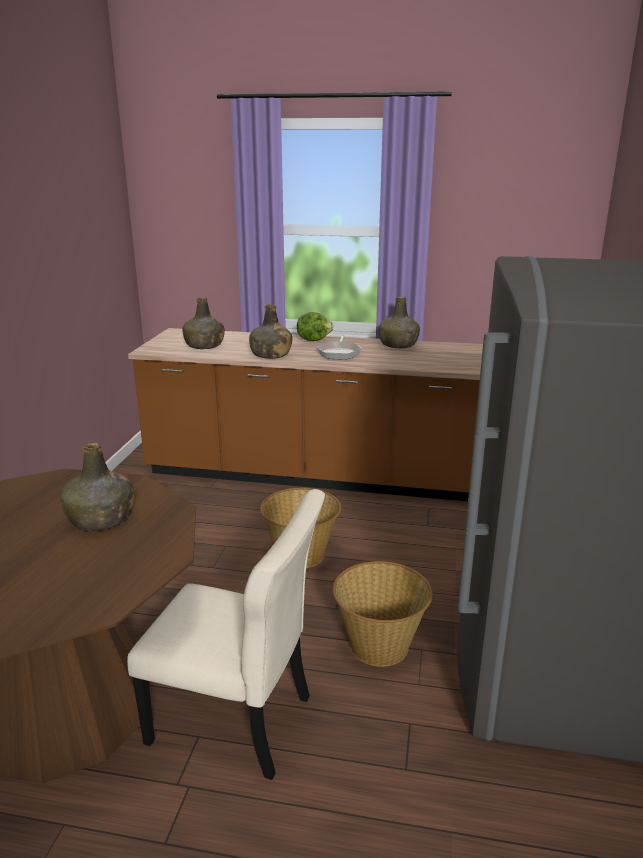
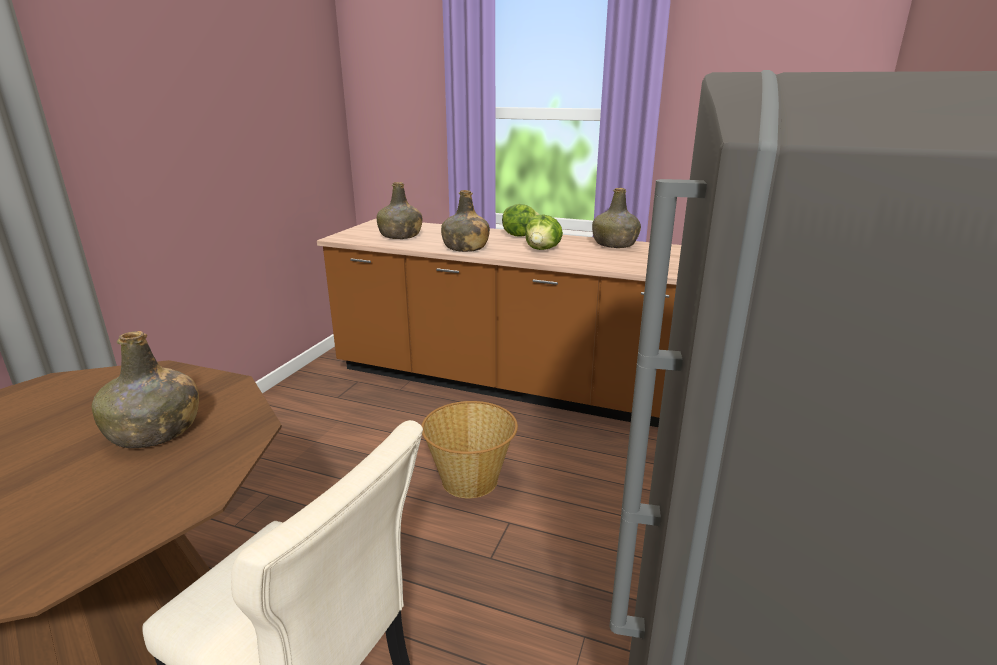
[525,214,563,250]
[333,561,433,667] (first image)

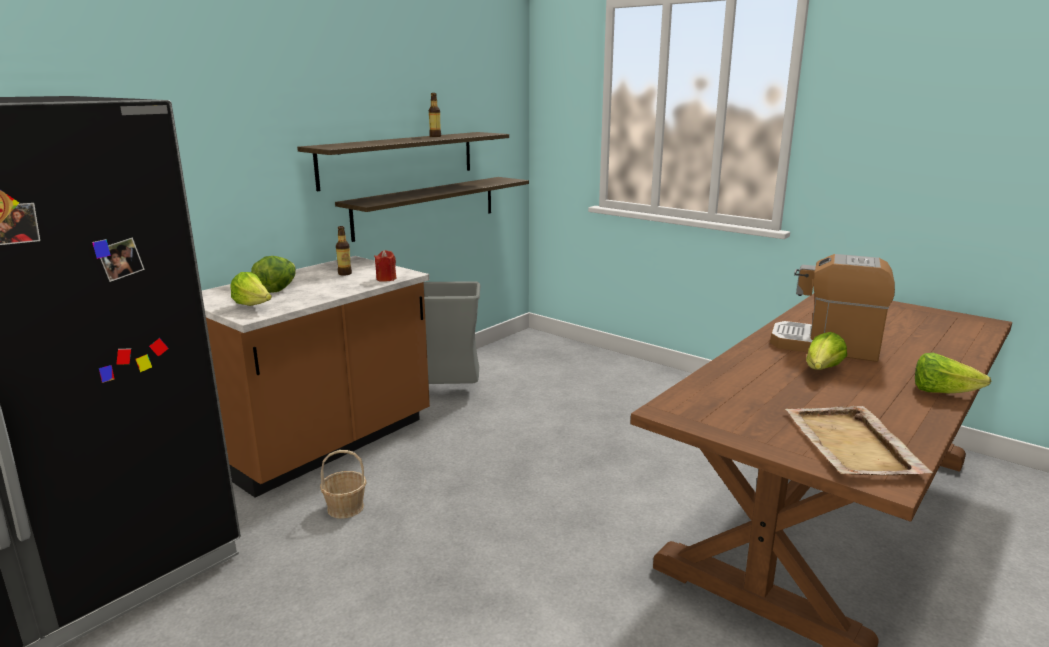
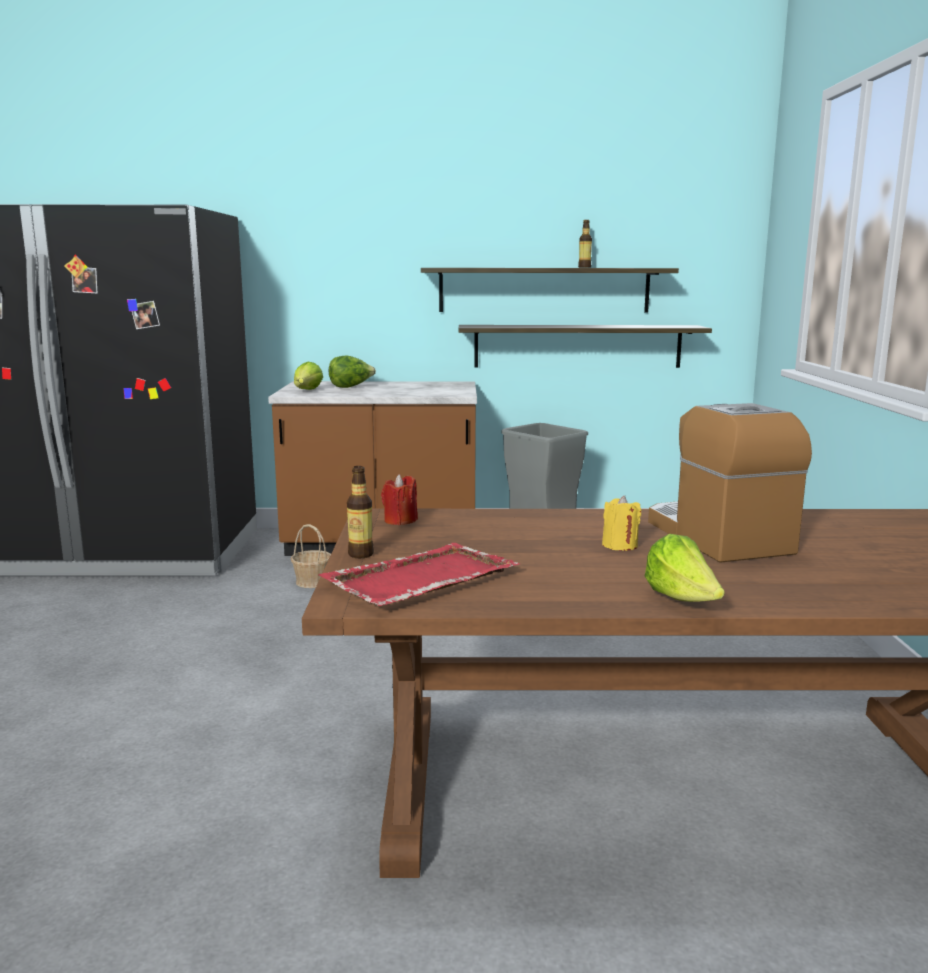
[318,543,520,606]
[347,466,374,558]
[381,474,418,525]
[602,496,641,551]

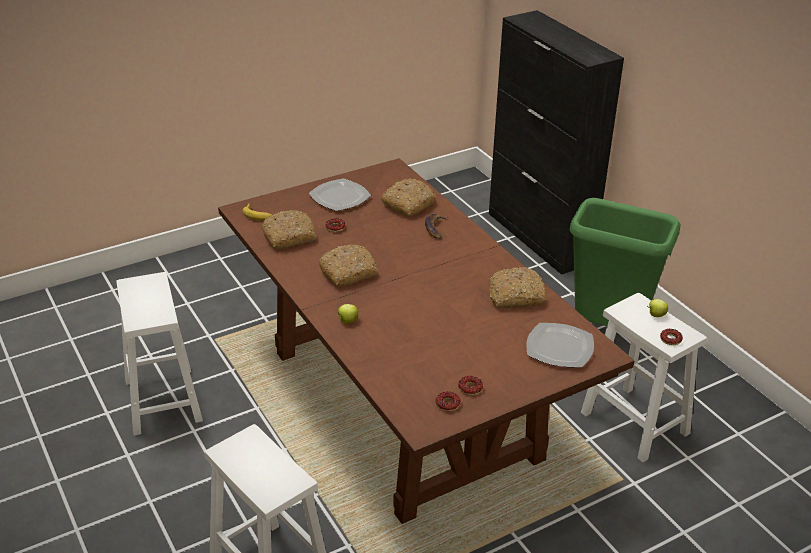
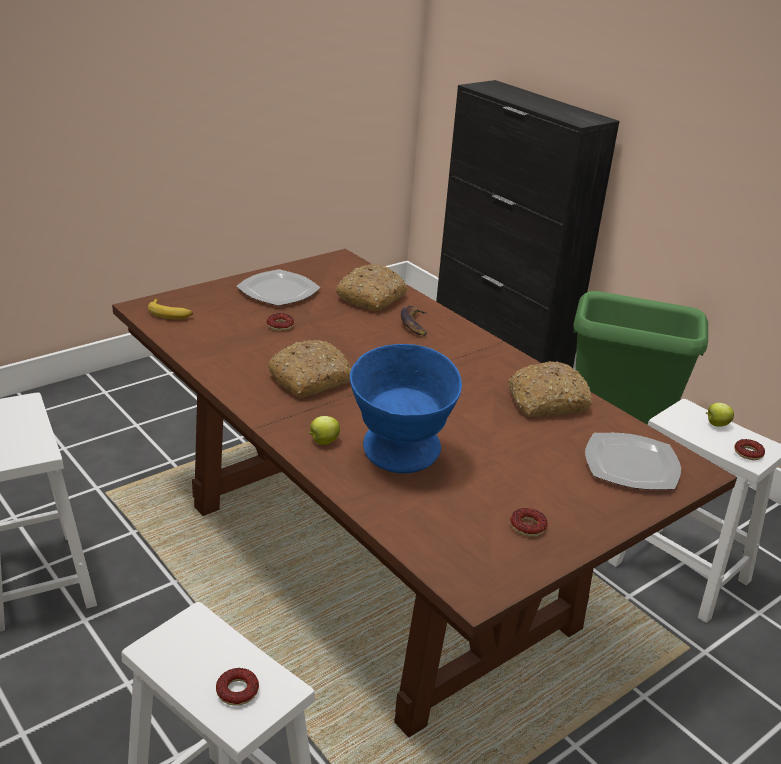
[216,668,259,706]
[350,344,462,473]
[262,210,316,249] (first image)

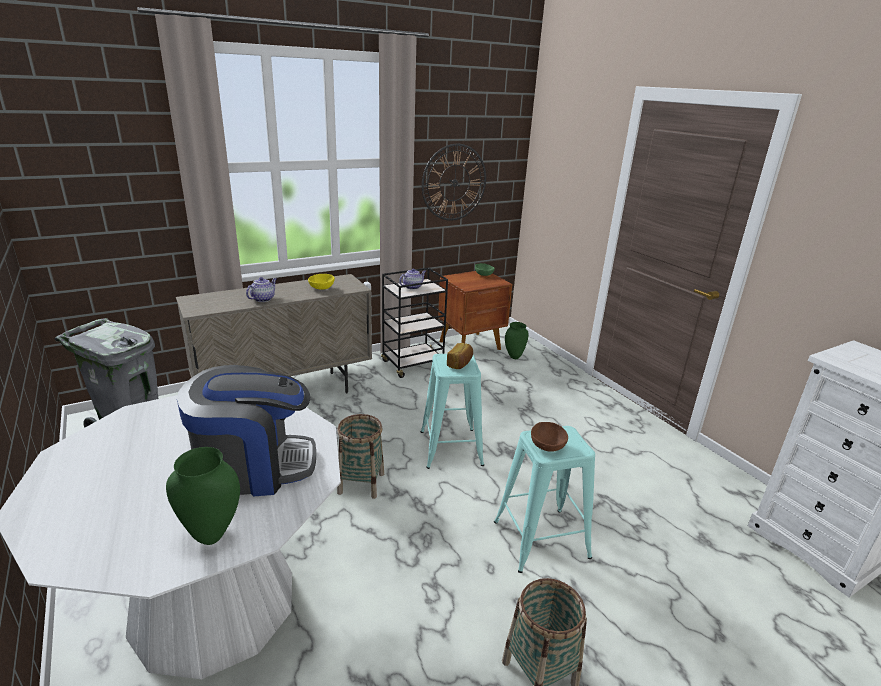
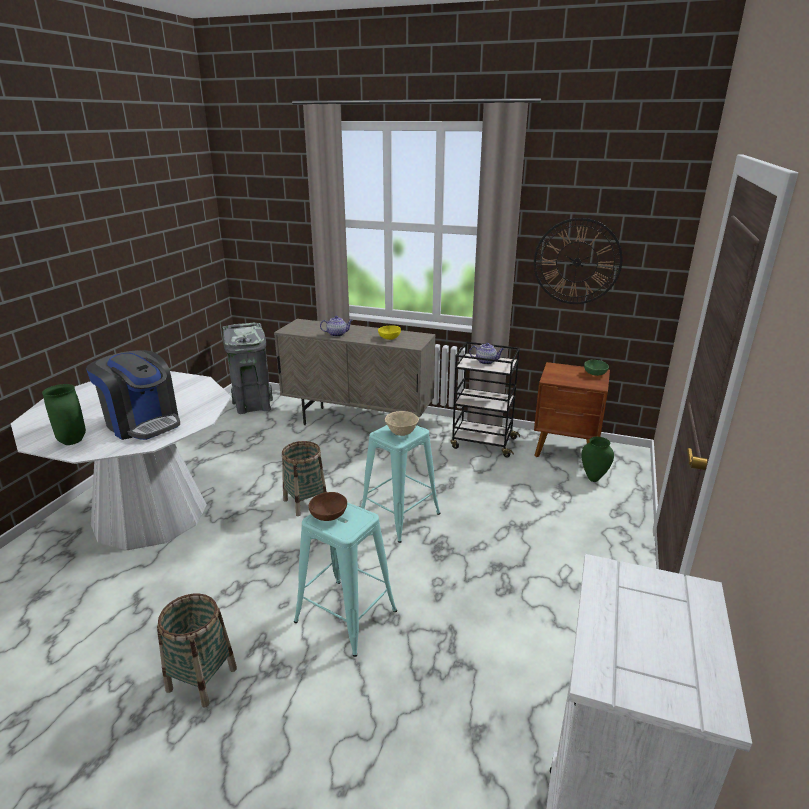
[385,411,419,436]

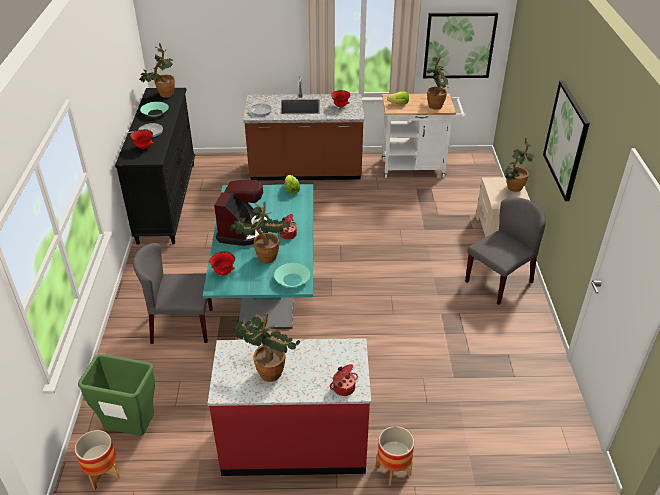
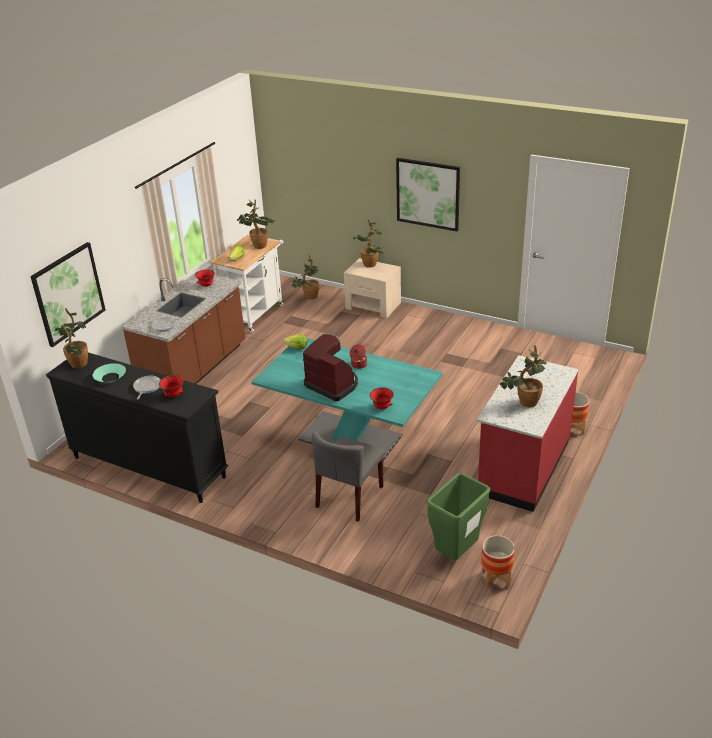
[30,242,105,347]
[292,254,319,300]
[274,263,310,287] (first image)
[330,364,358,396] (first image)
[465,198,546,305] (first image)

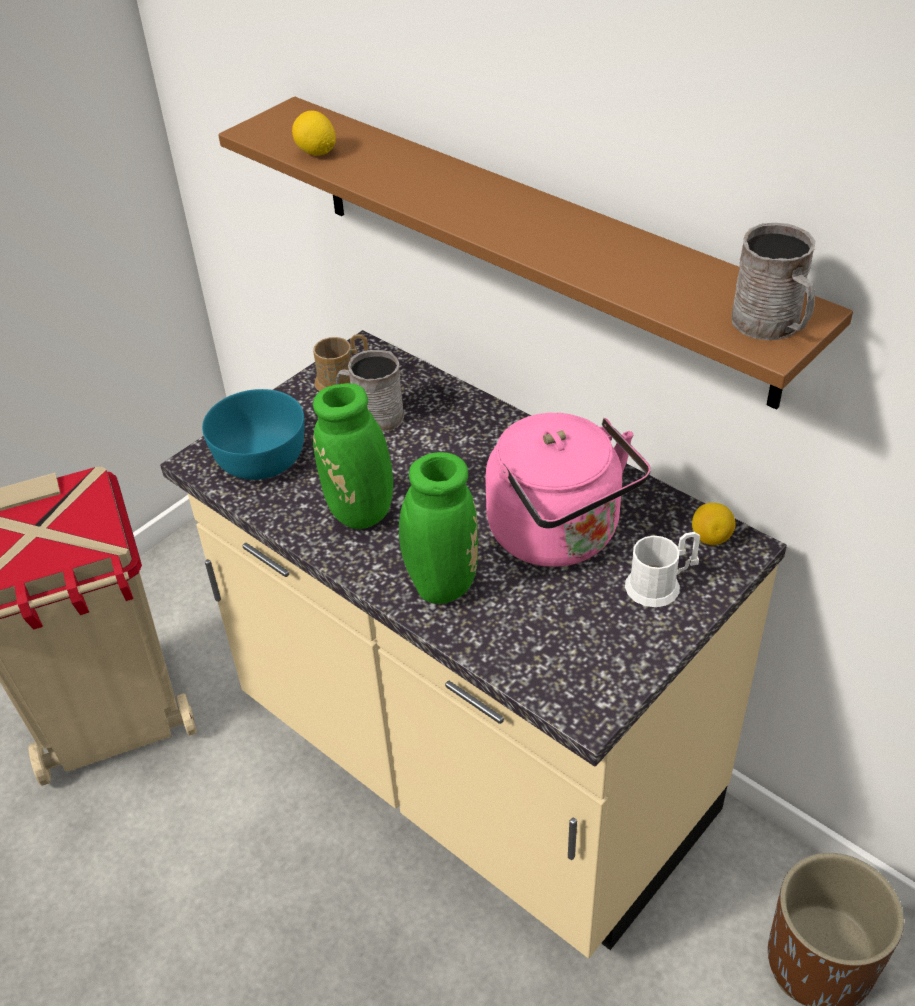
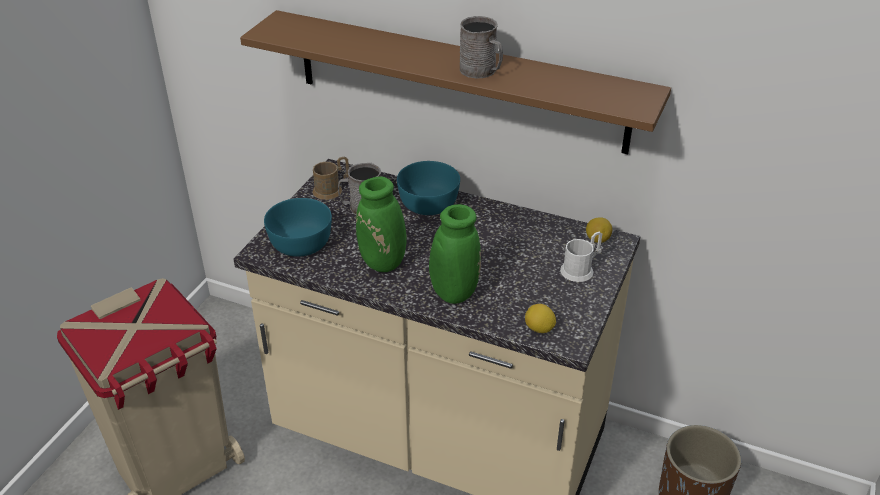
[397,161,460,215]
[460,16,503,78]
[525,304,556,333]
[485,413,651,567] (first image)

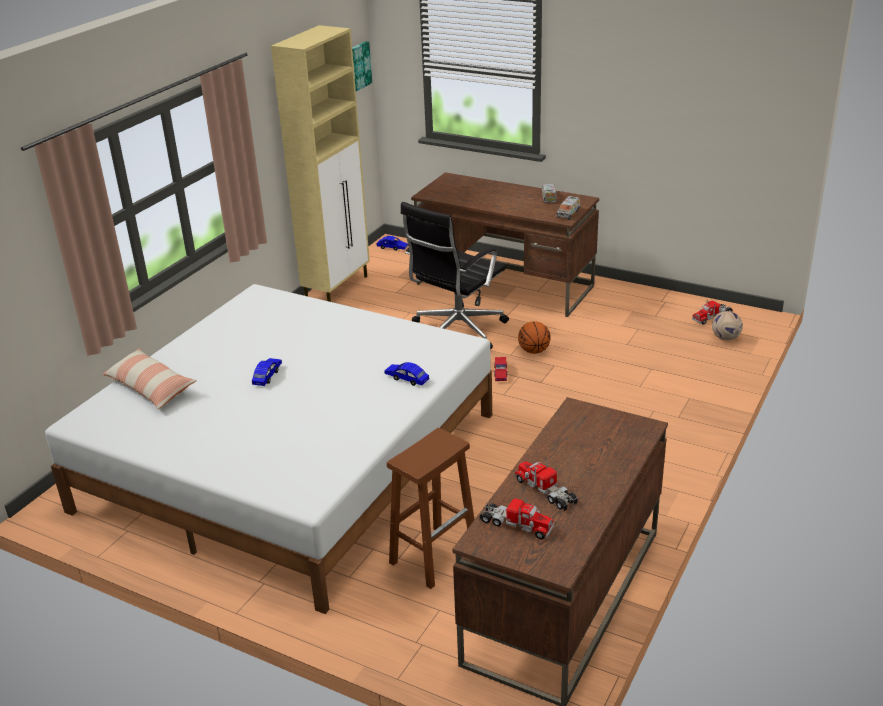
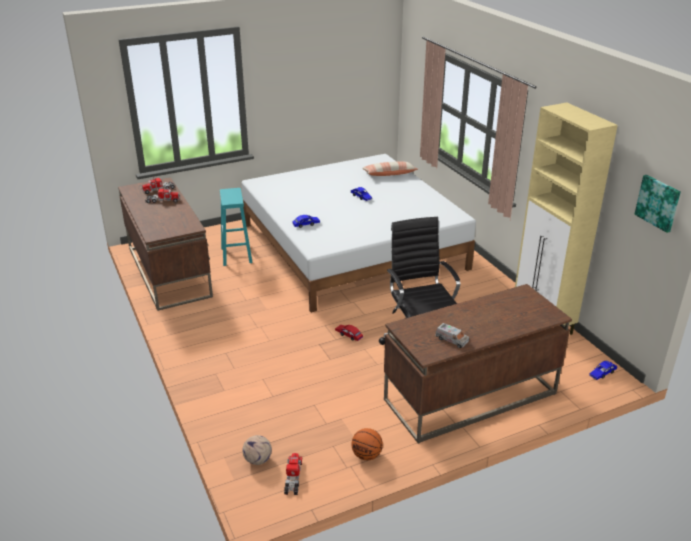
[220,188,253,266]
[352,428,383,460]
[557,196,580,220] (first image)

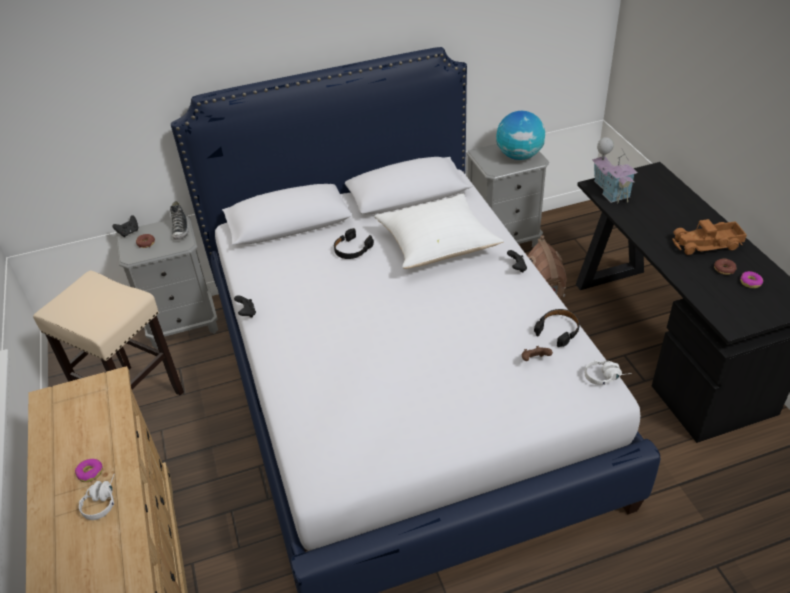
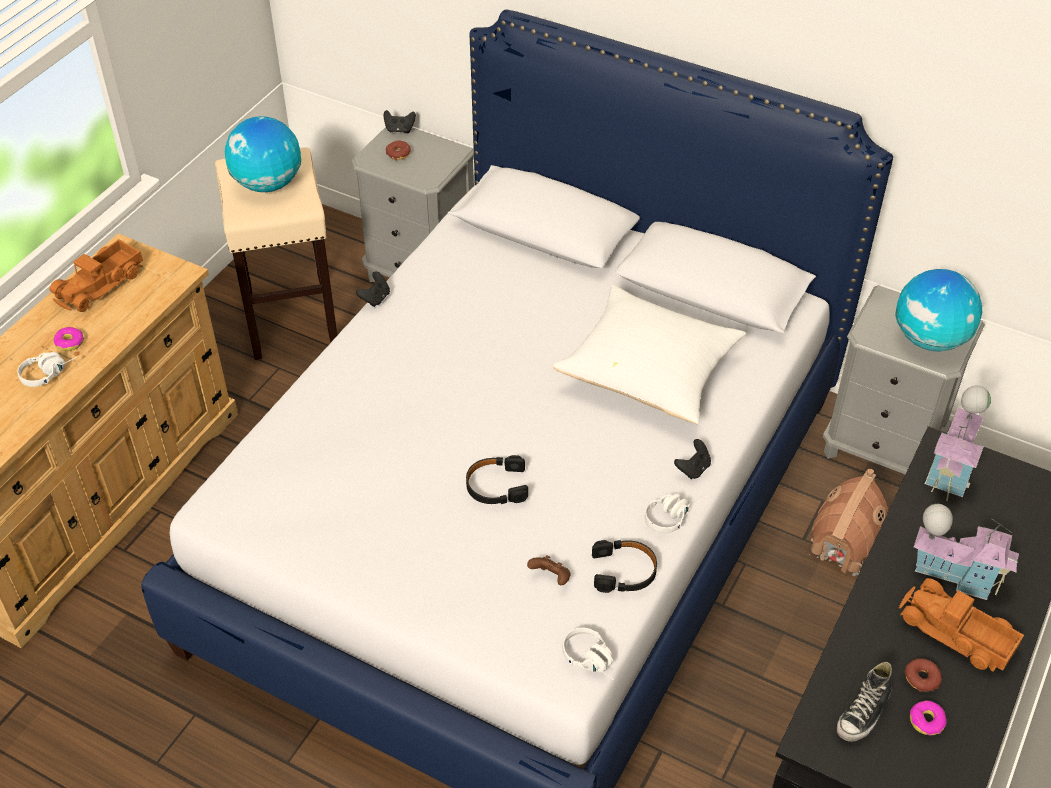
[49,239,143,312]
[225,116,301,192]
[466,455,528,504]
[645,493,699,533]
[837,662,892,742]
[914,504,1019,600]

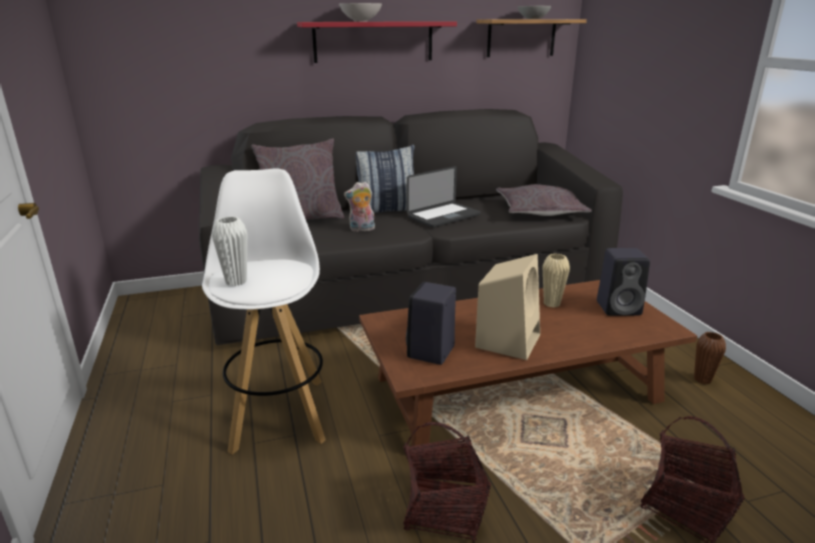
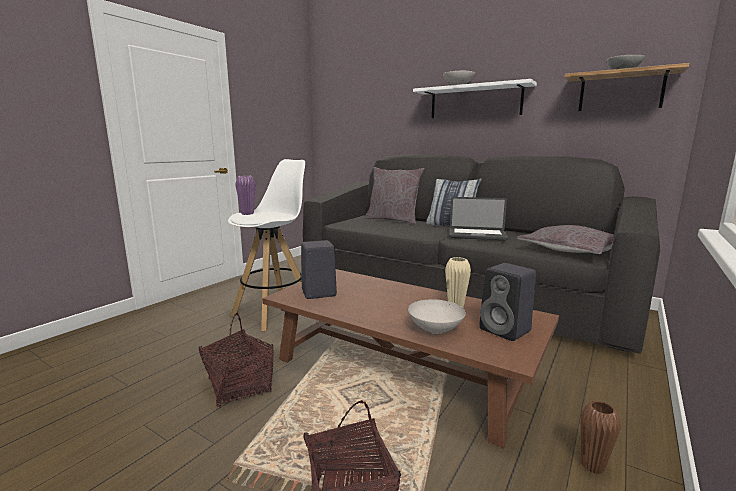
[235,176,256,215]
[408,299,466,334]
[413,79,537,118]
[344,181,375,232] (first image)
[475,254,540,360] (first image)

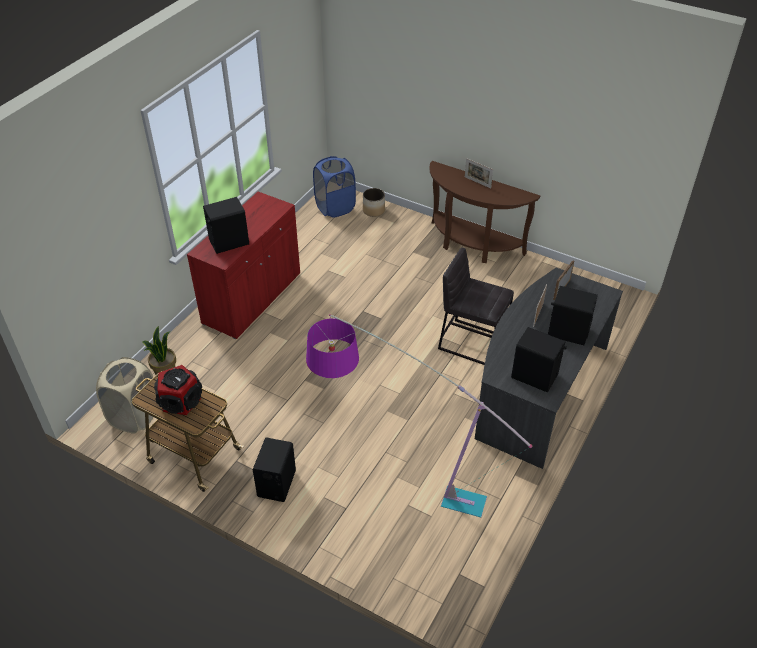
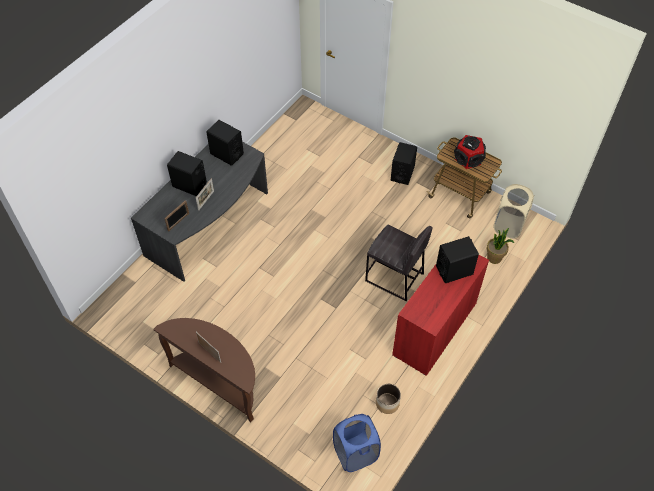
[365,224,432,302]
[376,384,401,414]
[306,314,532,517] (first image)

